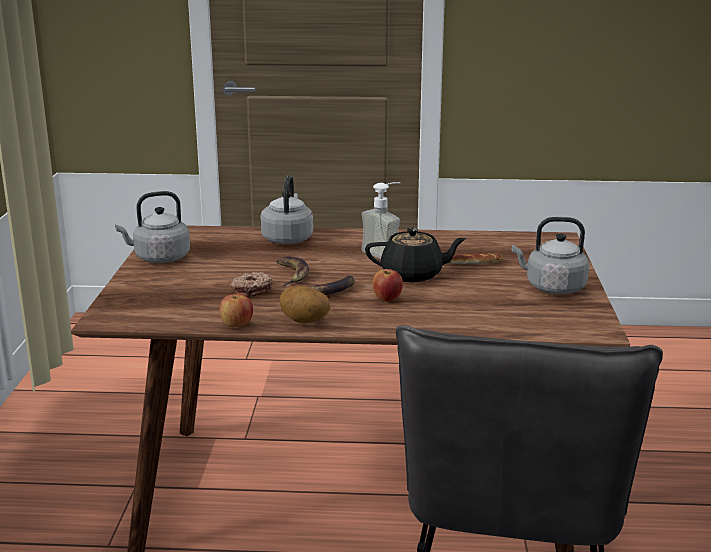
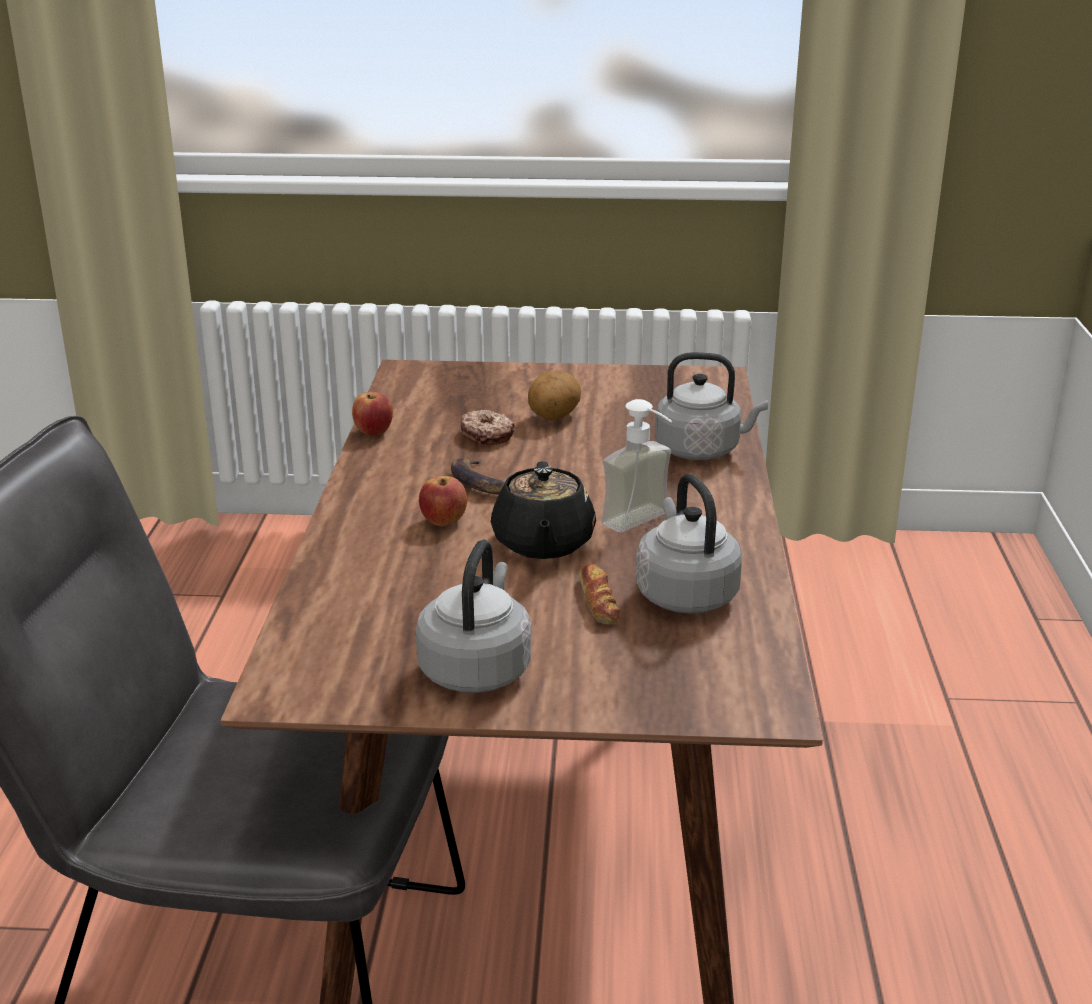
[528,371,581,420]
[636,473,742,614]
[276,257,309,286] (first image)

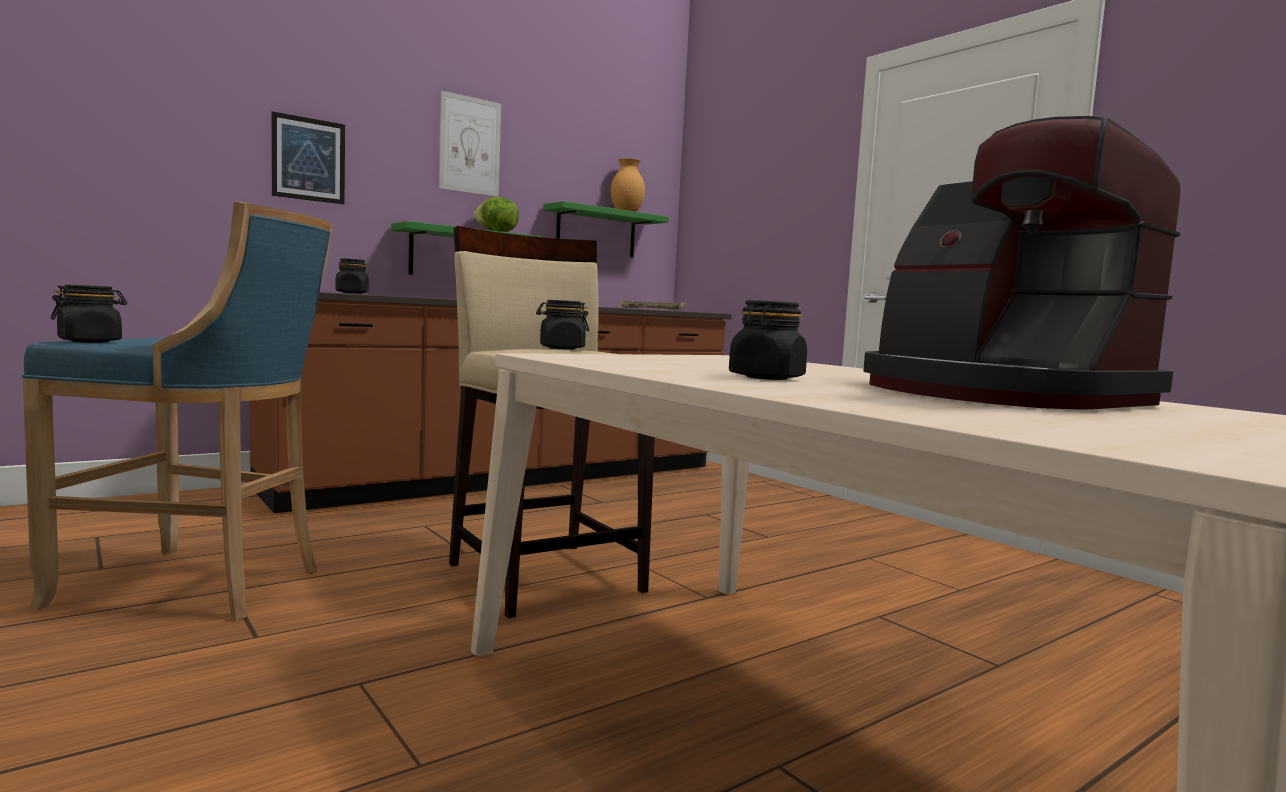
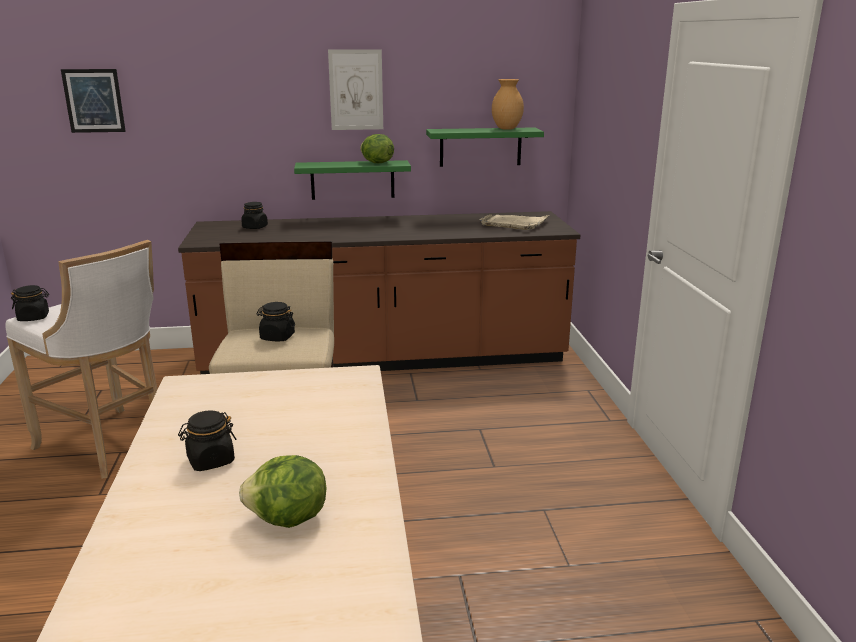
[5,240,158,479]
[61,69,126,133]
[239,455,327,528]

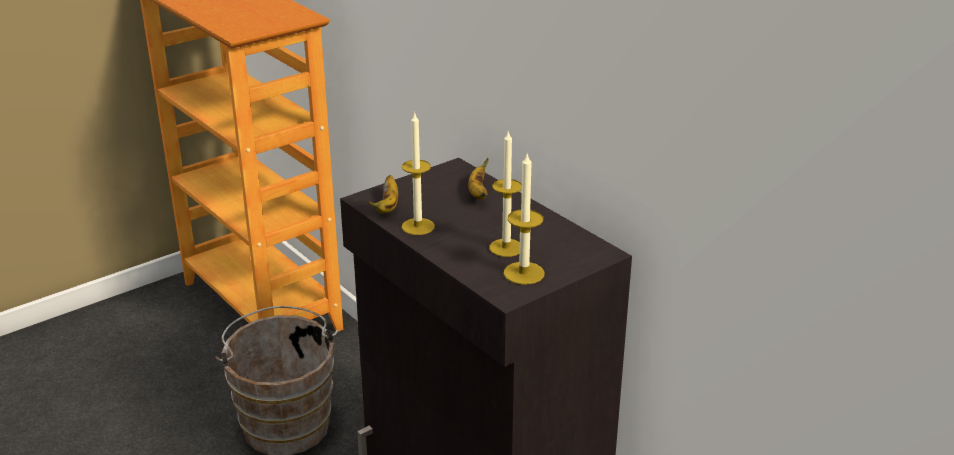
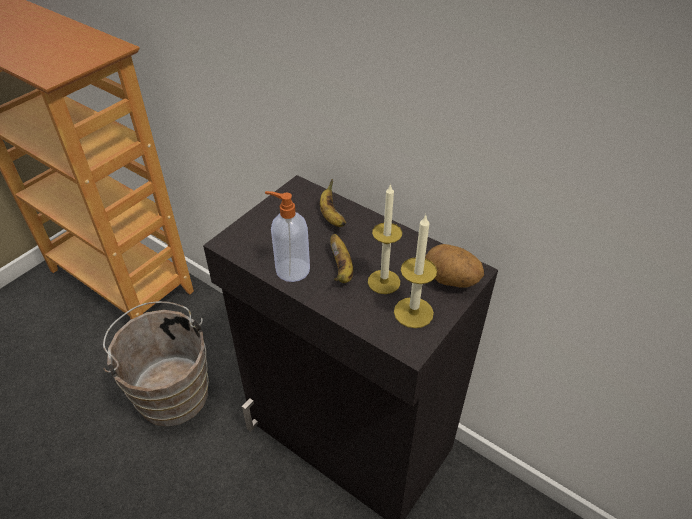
[265,191,310,282]
[330,234,353,283]
[425,244,484,288]

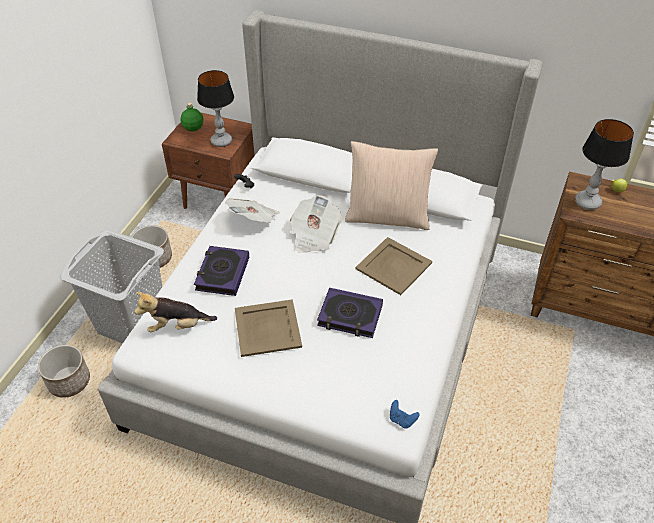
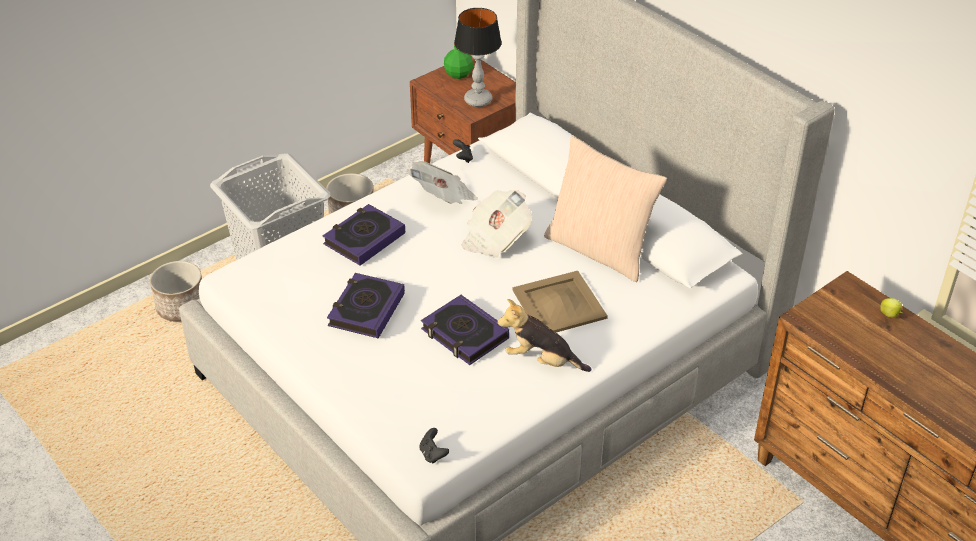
[327,273,405,338]
[420,428,449,464]
[497,299,591,372]
[575,119,634,210] (first image)

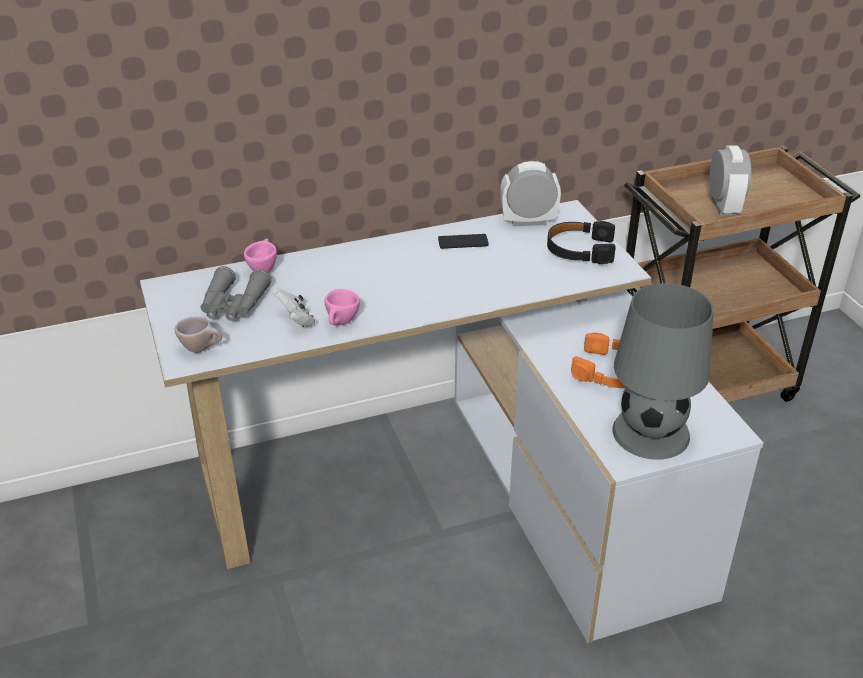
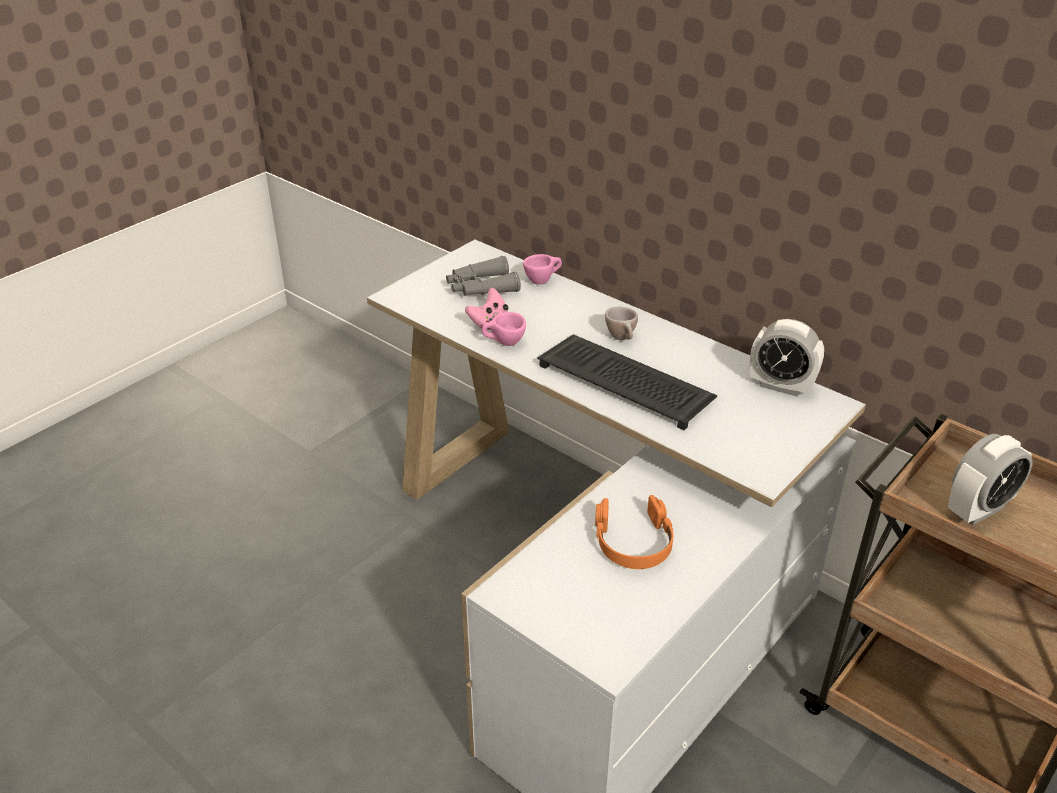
[465,287,508,330]
[538,334,717,430]
[605,306,638,340]
[750,319,824,397]
[438,234,489,249] (first image)
[547,221,616,265] (first image)
[613,283,713,460] (first image)

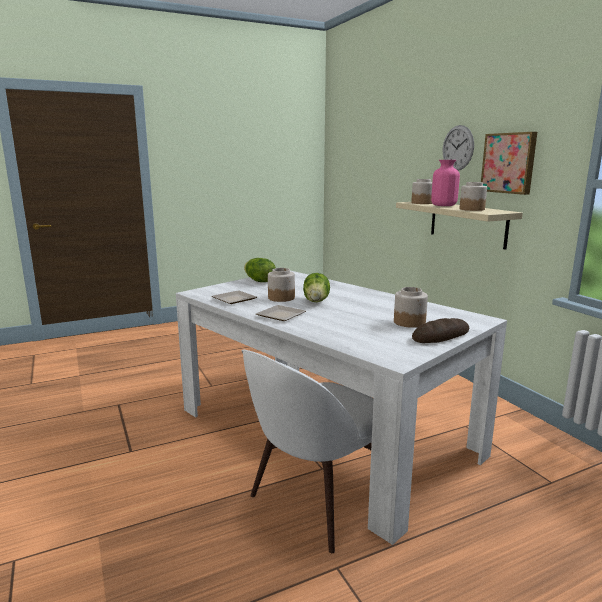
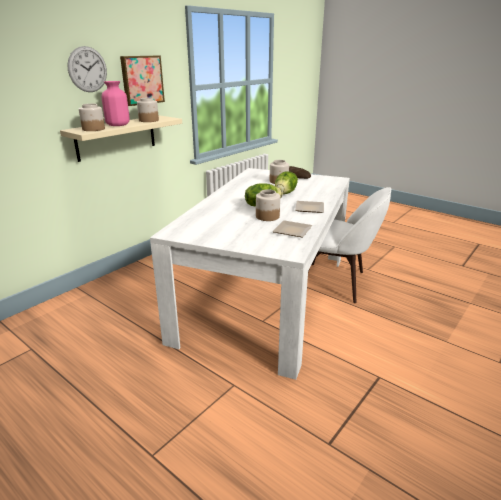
[275,172,298,194]

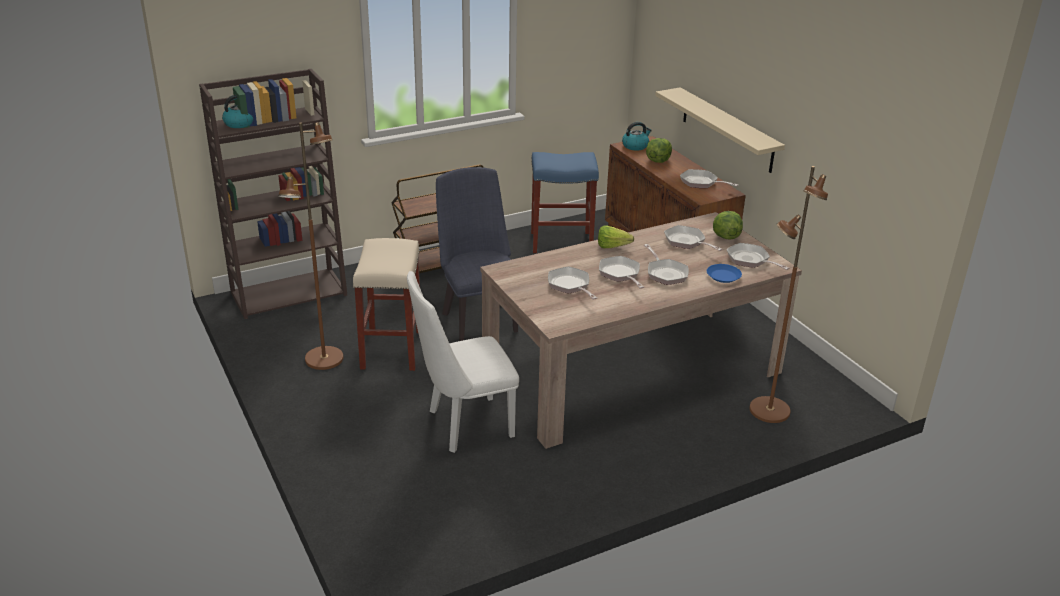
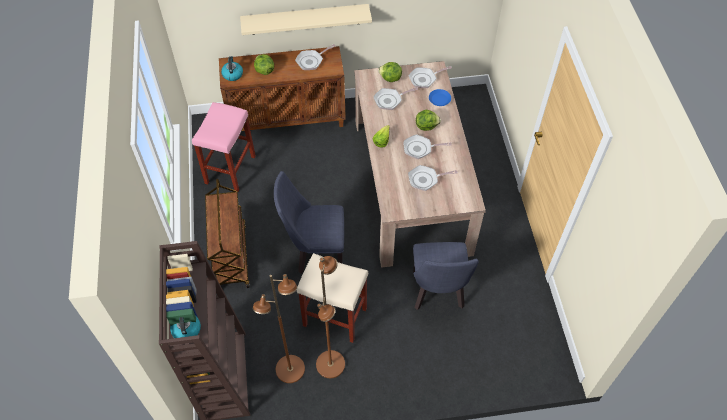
[192,102,256,192]
[252,274,305,383]
[413,242,479,310]
[416,110,441,131]

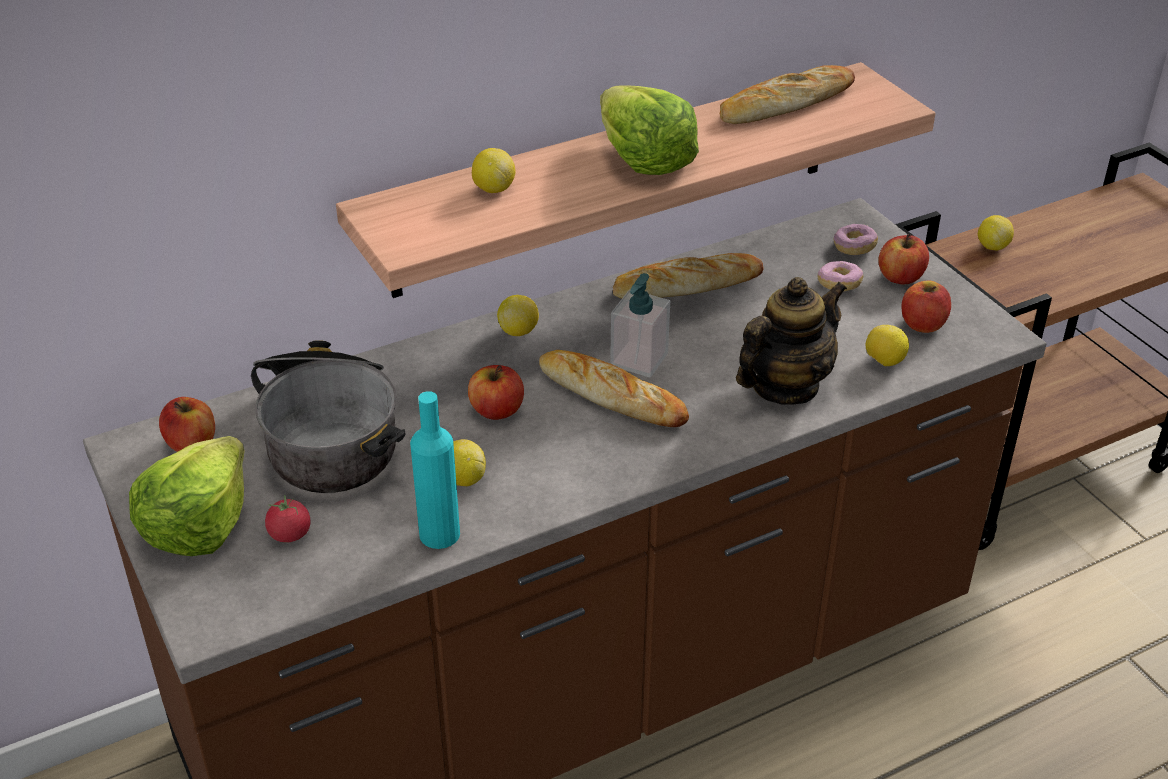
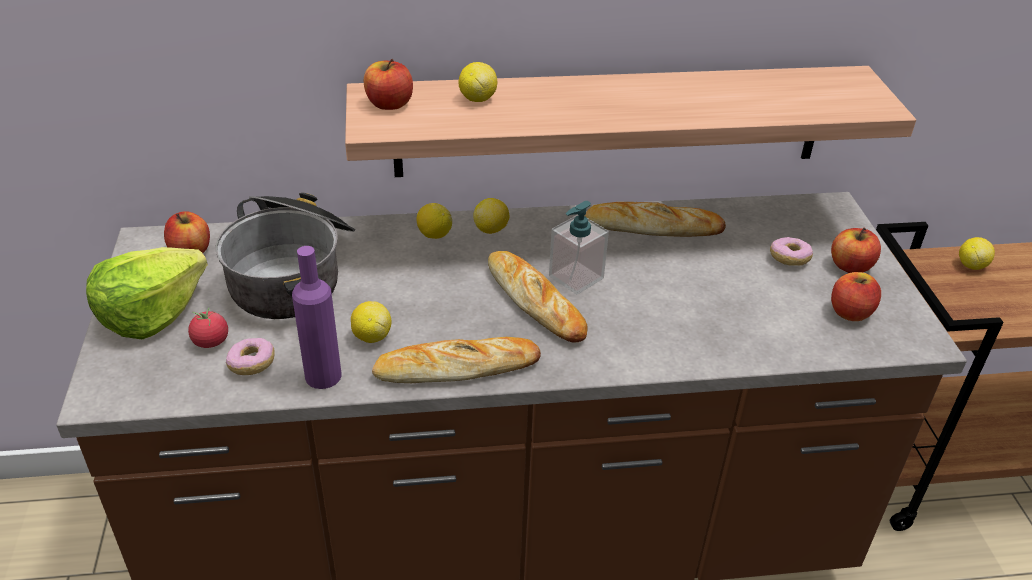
[226,338,274,375]
[292,246,341,389]
[364,59,413,110]
[372,337,541,383]
[416,203,452,239]
[600,85,699,175] (first image)
[736,277,847,405] (first image)

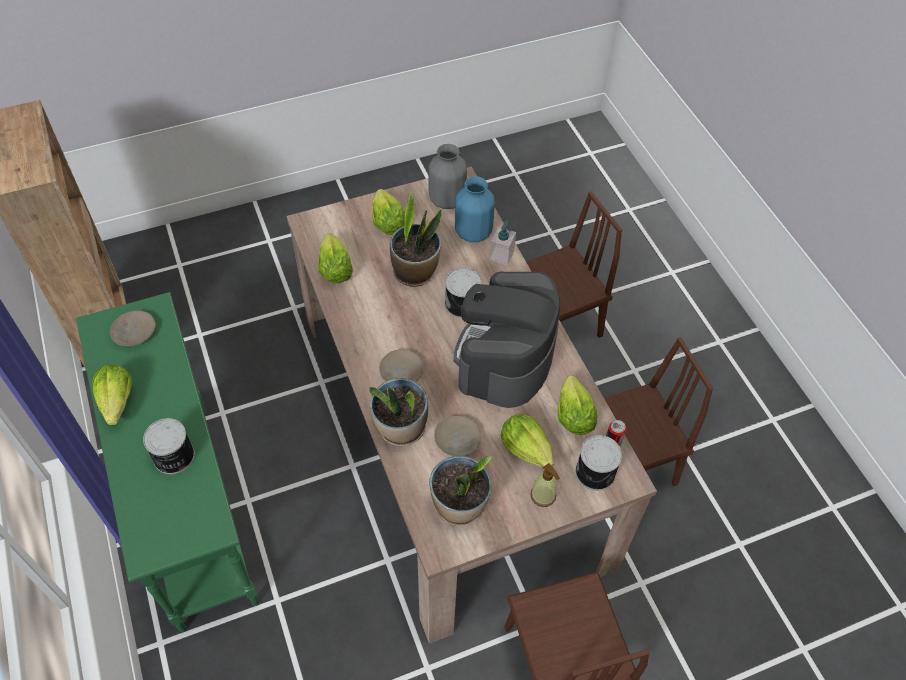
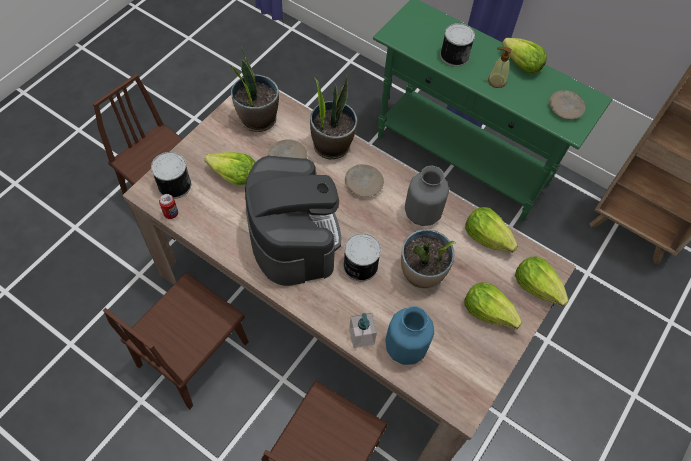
[405,166,449,226]
[488,47,512,88]
[515,256,569,307]

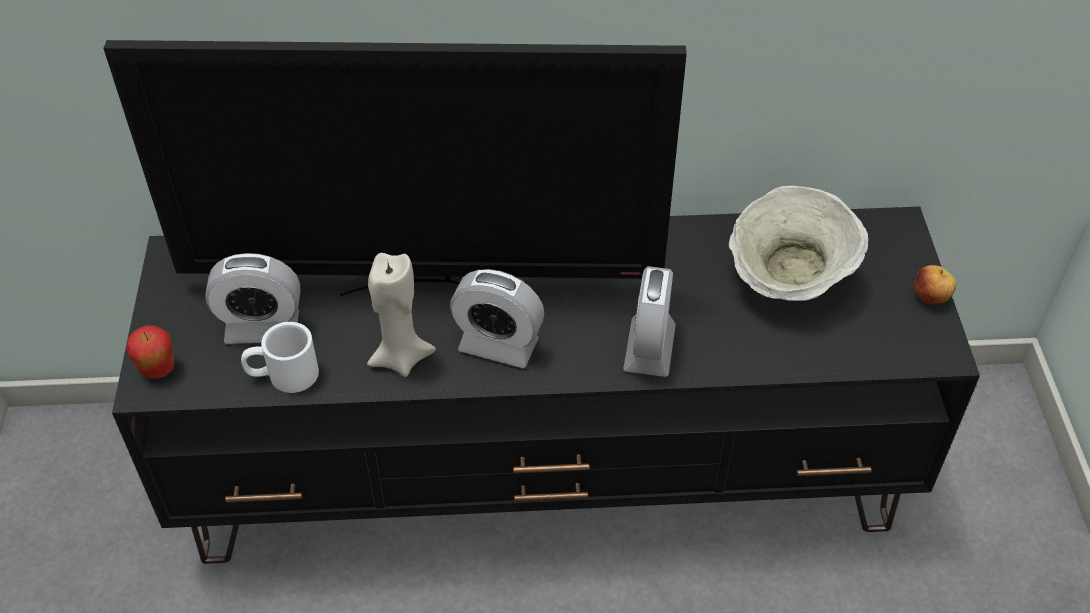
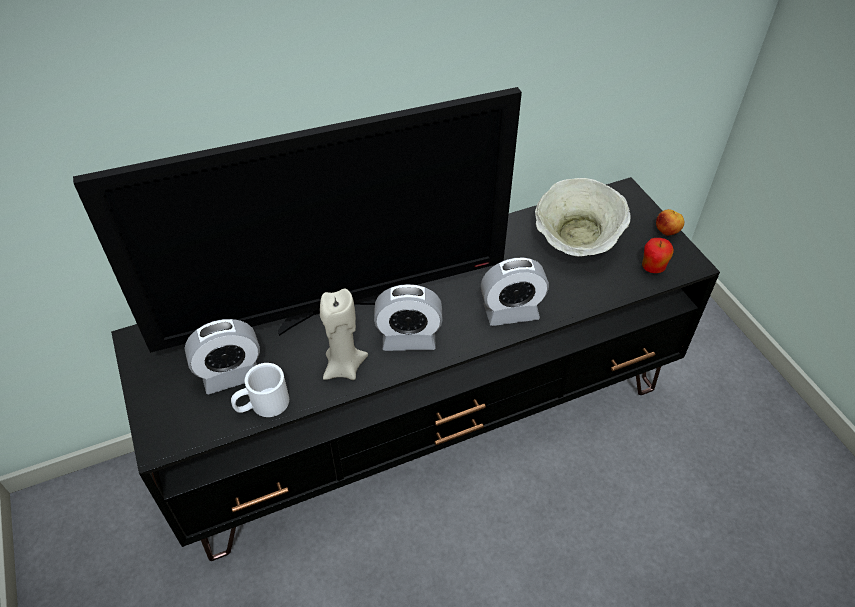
[481,257,549,326]
[642,238,674,273]

